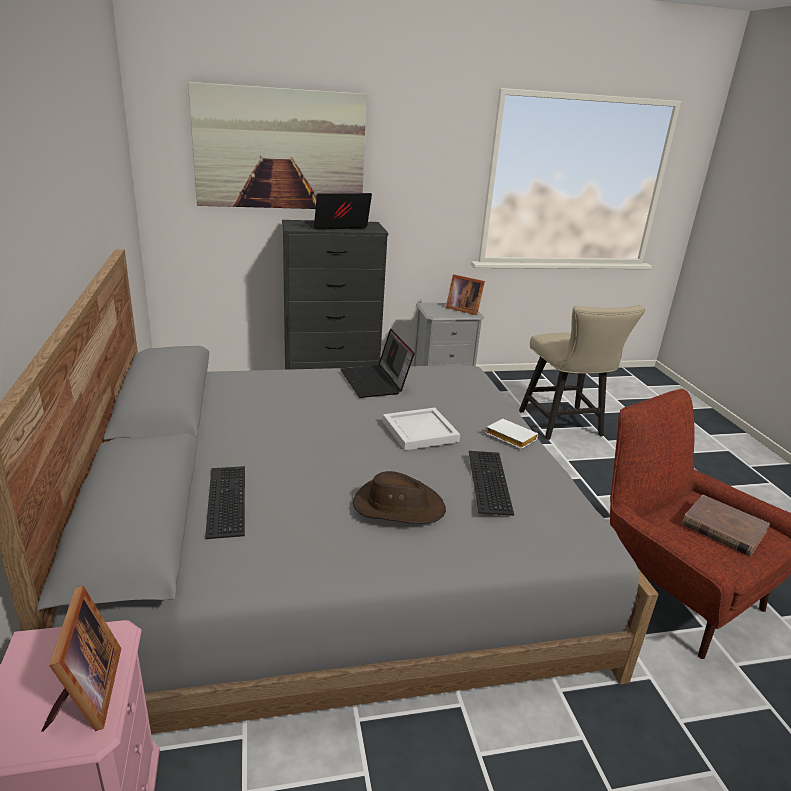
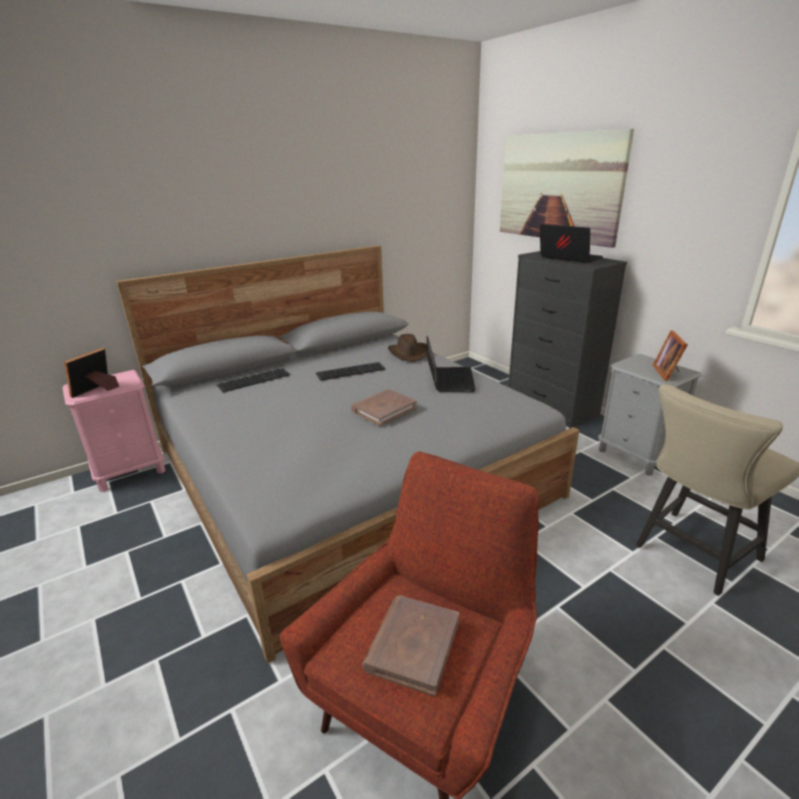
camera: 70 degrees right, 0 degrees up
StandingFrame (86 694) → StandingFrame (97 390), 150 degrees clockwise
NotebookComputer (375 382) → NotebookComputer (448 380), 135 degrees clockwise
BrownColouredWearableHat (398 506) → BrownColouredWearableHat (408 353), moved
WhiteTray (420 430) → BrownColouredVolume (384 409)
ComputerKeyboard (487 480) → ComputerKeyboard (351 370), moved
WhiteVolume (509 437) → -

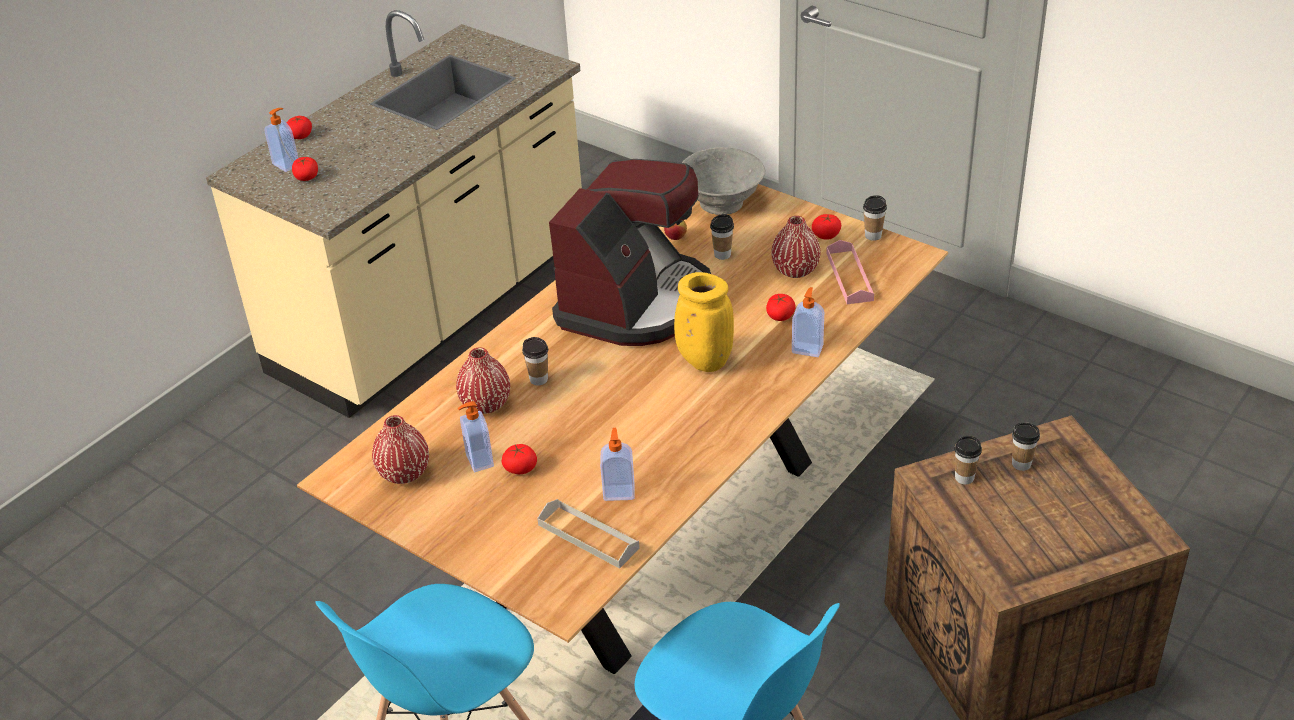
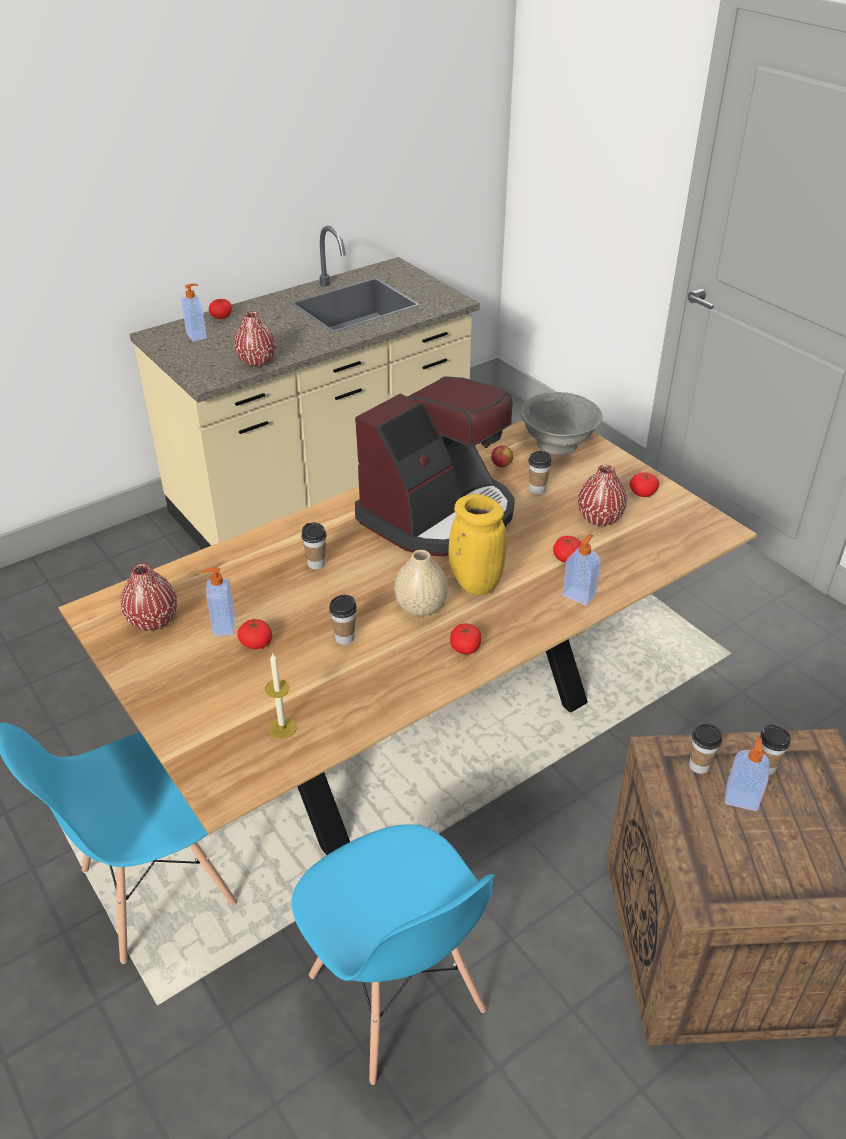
camera: 15 degrees right, 0 degrees up
FreshTomato (306 177) → FreshTomato (465 647), moved
RedVase (486 404) → RedVase (257 361), moved
GreyTray (588 536) → WaxCandle (282 728)
SoapBottle (619 492) → SoapBottle (741 798), moved
PinkTray (849 276) → -
DrinkingCup (873 235) → DrinkingCup (344 638), moved
- → BeigeVase (421 606)

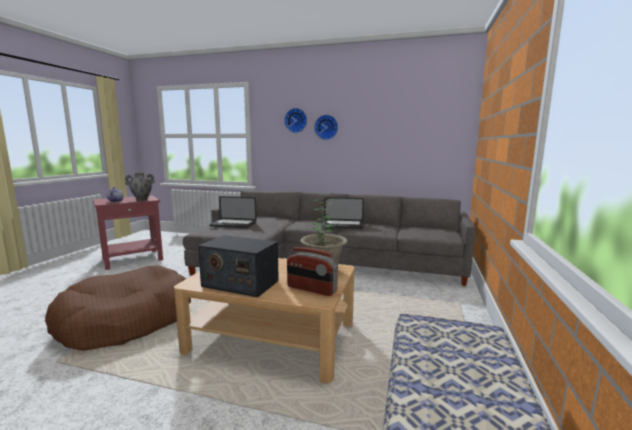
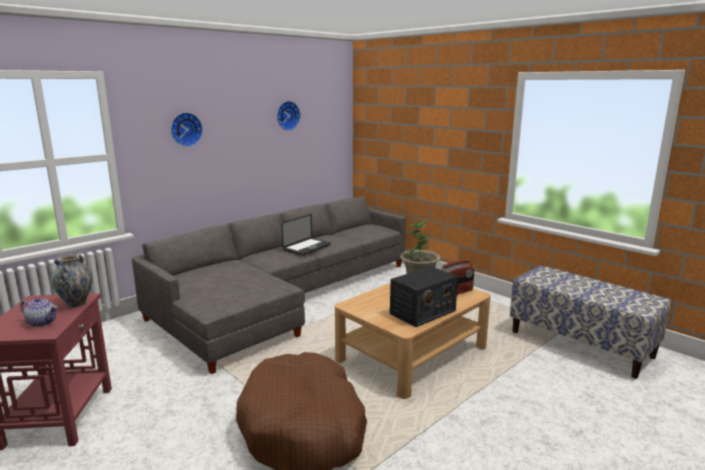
camera: 60 degrees left, 5 degrees up
NotebookComputer (233 224) → -
HangingClock (326 127) → HangingClock (287 115), moved

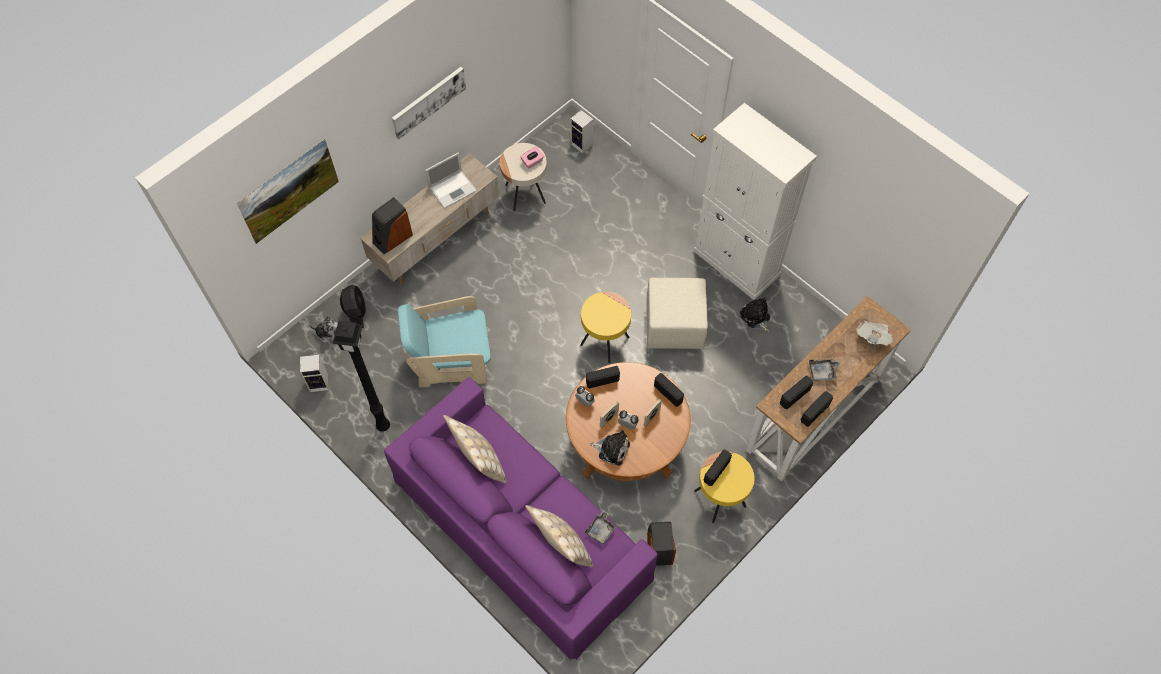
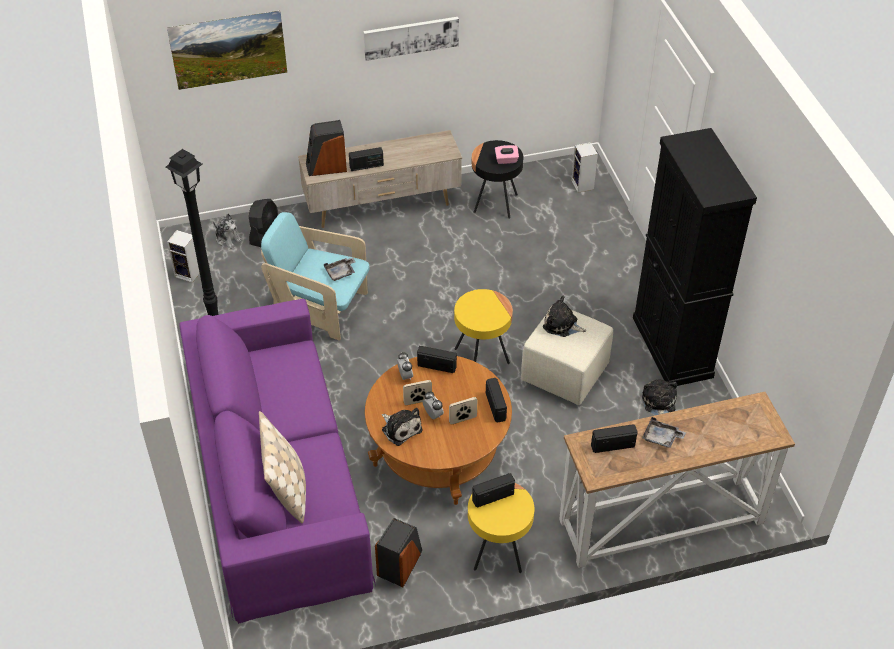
camera: 30 degrees right, 15 degrees down
NotebookComputer (453 188) → -
BeigePillow (479 460) → -
BeigeEndTable (525 194) → BlackEndTable (495 203)
GreyTray (601 530) → GreyTray (341 272), moved
WhiteCupboard (736 263) → BlackCupboard (672 347)
RadioSet (815 413) → RadioSet (366 166), moved
PrintedPaper (873 337) → -
- → CuddlyToy (562 325)

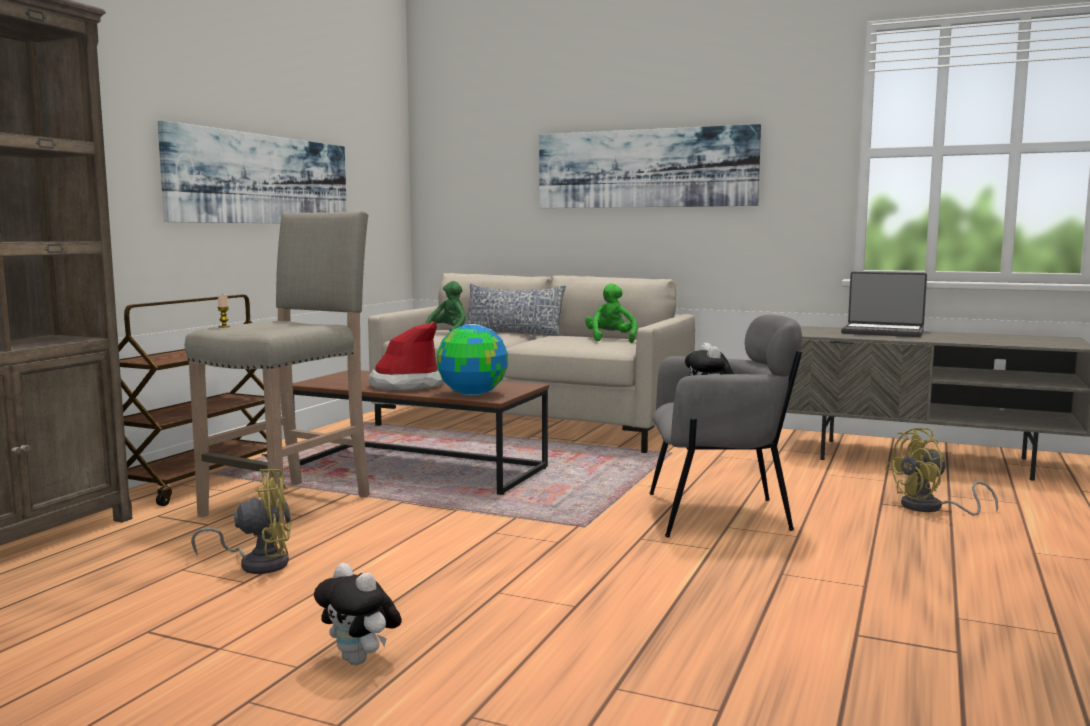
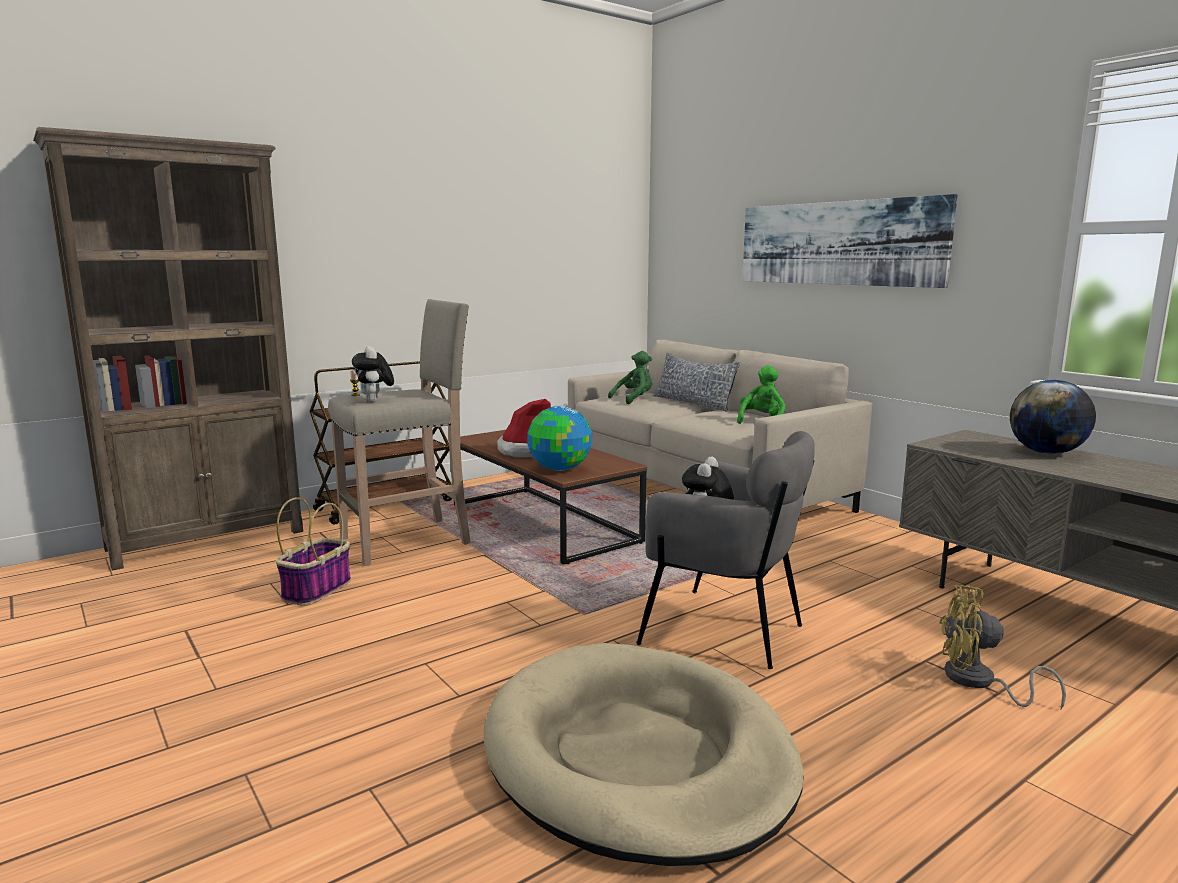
camera: 30 degrees right, 5 degrees up
WallPicture (263 179) → -
YellowElectricFan (258 563) → StorageBasket (317 590)
CuddlyToy (360 660) → CuddlyToy (374 401), moved
NotebookComputer (883 332) → WorldGlobe (1047 453)
- → BeigePetBed (638 756)

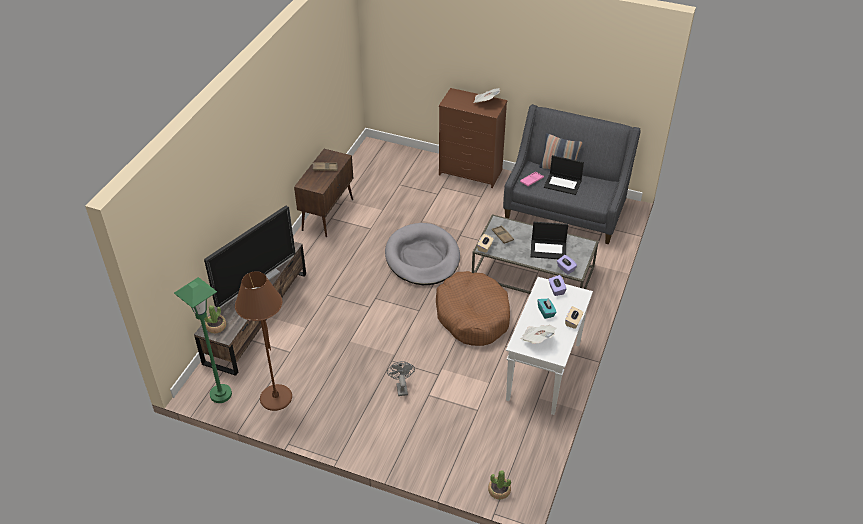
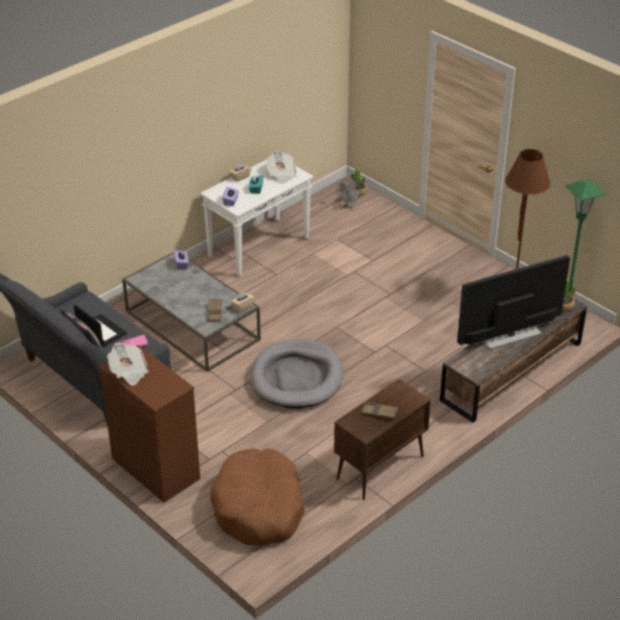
camera: 155 degrees left, 5 degrees down
GreyElectricFan (401 387) → GreyElectricFan (349 205), moved
BrownColouredPetBed (472 316) → BrownColouredPetBed (259 508), moved
NotebookComputer (548 249) → -

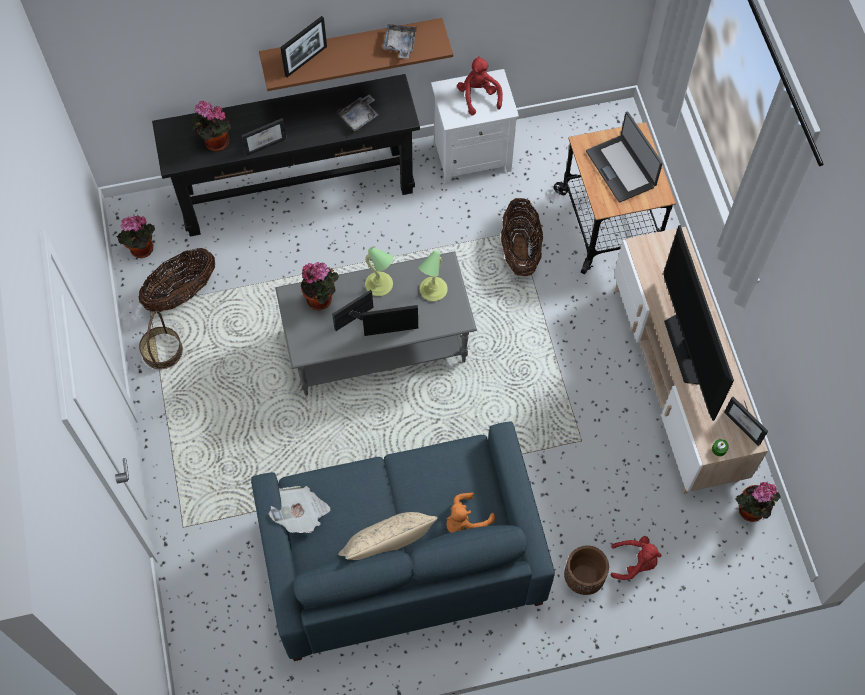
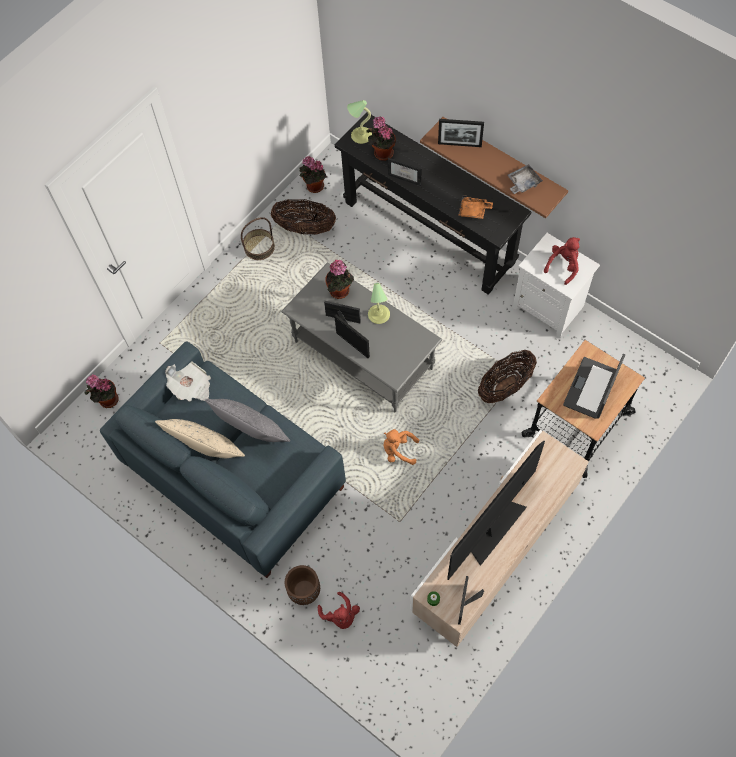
camera: 55 degrees right, 0 degrees up
GreyTray (359 117) → OrangeColouredTray (473 211)
TabletopLamp (432 290) → TabletopLamp (360 135), moved
OrangeColouredCuddlyToy (465 524) → OrangeColouredCuddlyToy (398 451), moved
PottedPlant (750 512) → PottedPlant (107 400), moved
- → GreyPillow (253 434)

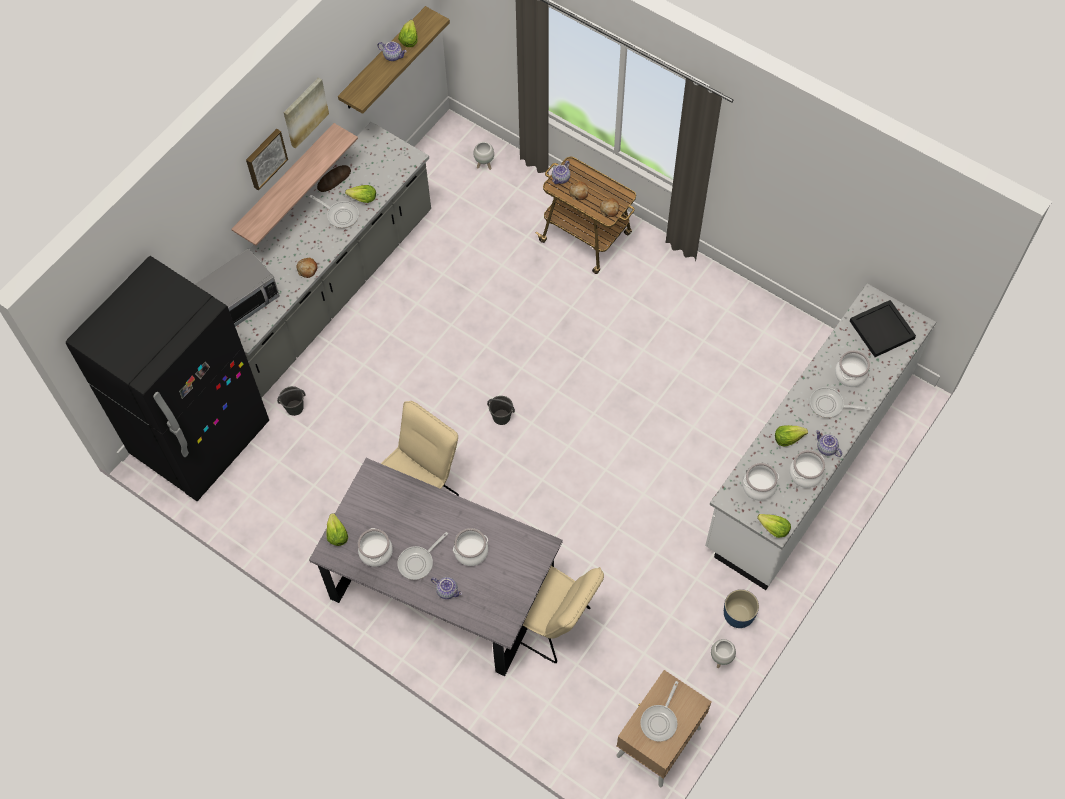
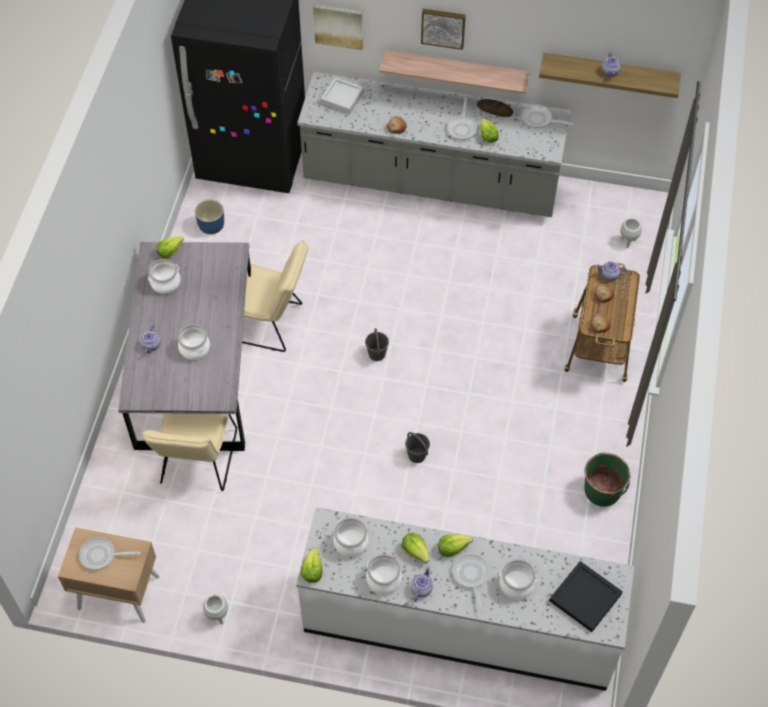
camera: 65 degrees right, 5 degrees down
KitchenMicrowave (240 301) → GreyTray (342 98)
GreyPail (295 407) → GreyPail (417 455), moved
WallPicture (304 112) → WallPicture (338 25), moved
FryingPan (418 562) → FryingPan (539 119), moved
LettuceHead (409 39) → LettuceHead (452 547), moved
BluishFlowerPot (738 614) → BluishFlowerPot (212 226), moved
- → GreenColouredPail (603 490)

